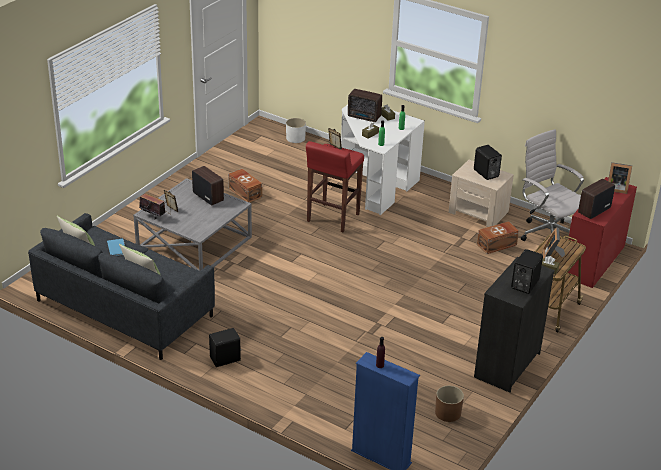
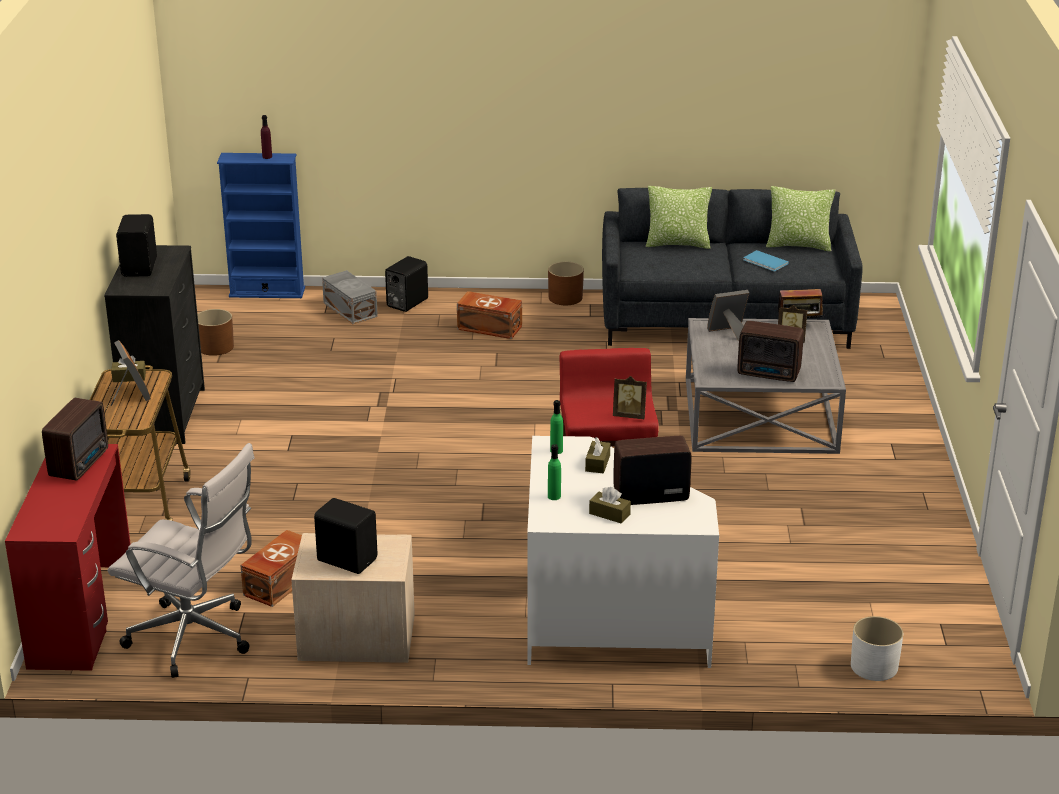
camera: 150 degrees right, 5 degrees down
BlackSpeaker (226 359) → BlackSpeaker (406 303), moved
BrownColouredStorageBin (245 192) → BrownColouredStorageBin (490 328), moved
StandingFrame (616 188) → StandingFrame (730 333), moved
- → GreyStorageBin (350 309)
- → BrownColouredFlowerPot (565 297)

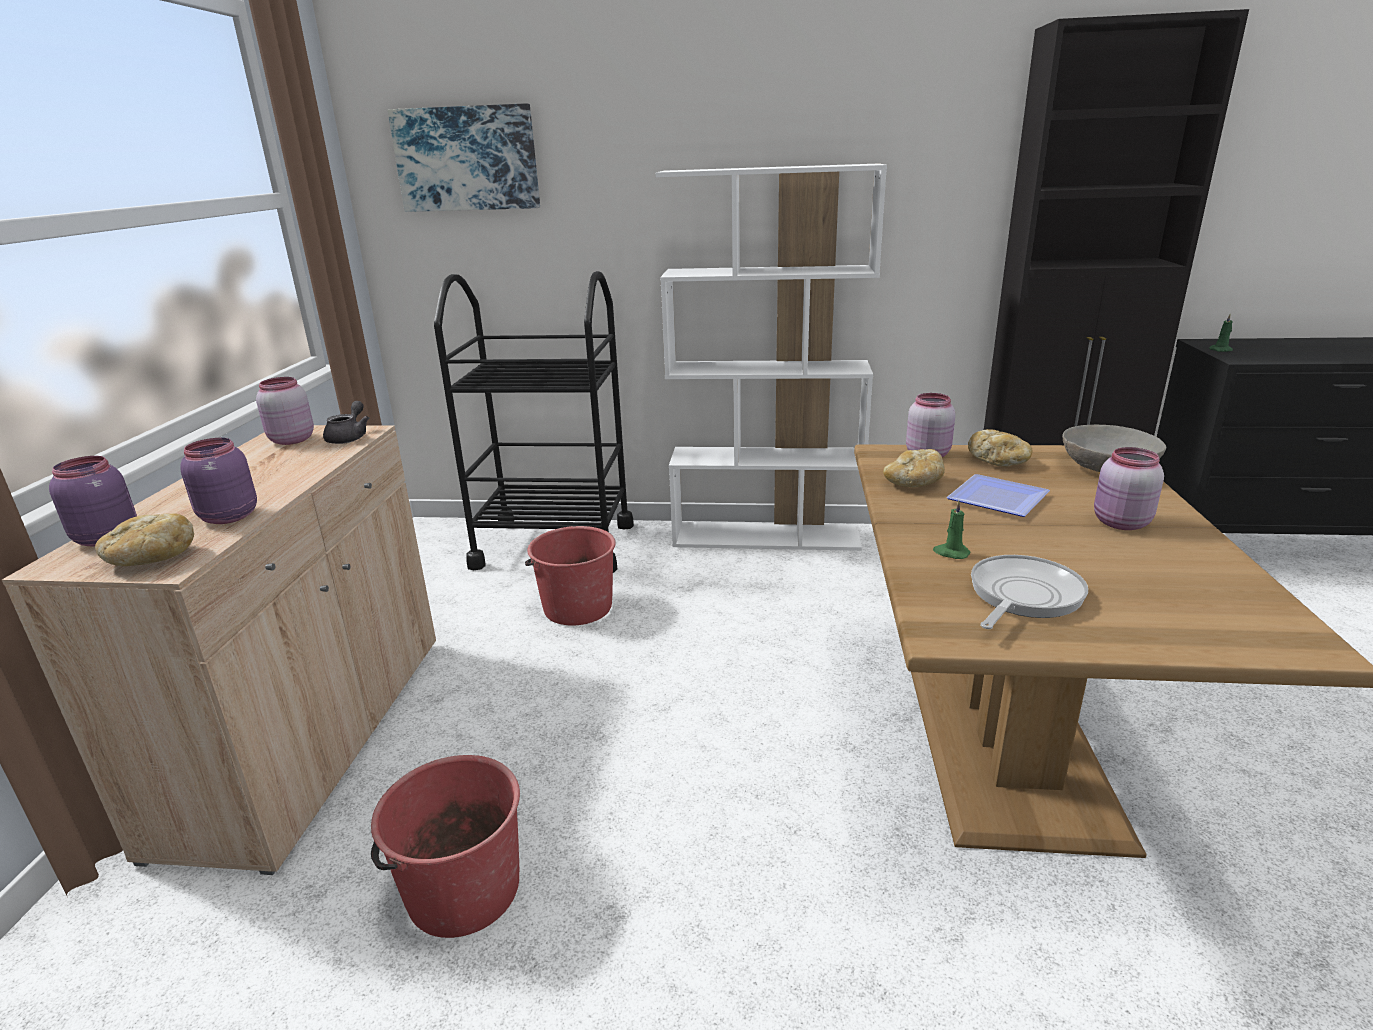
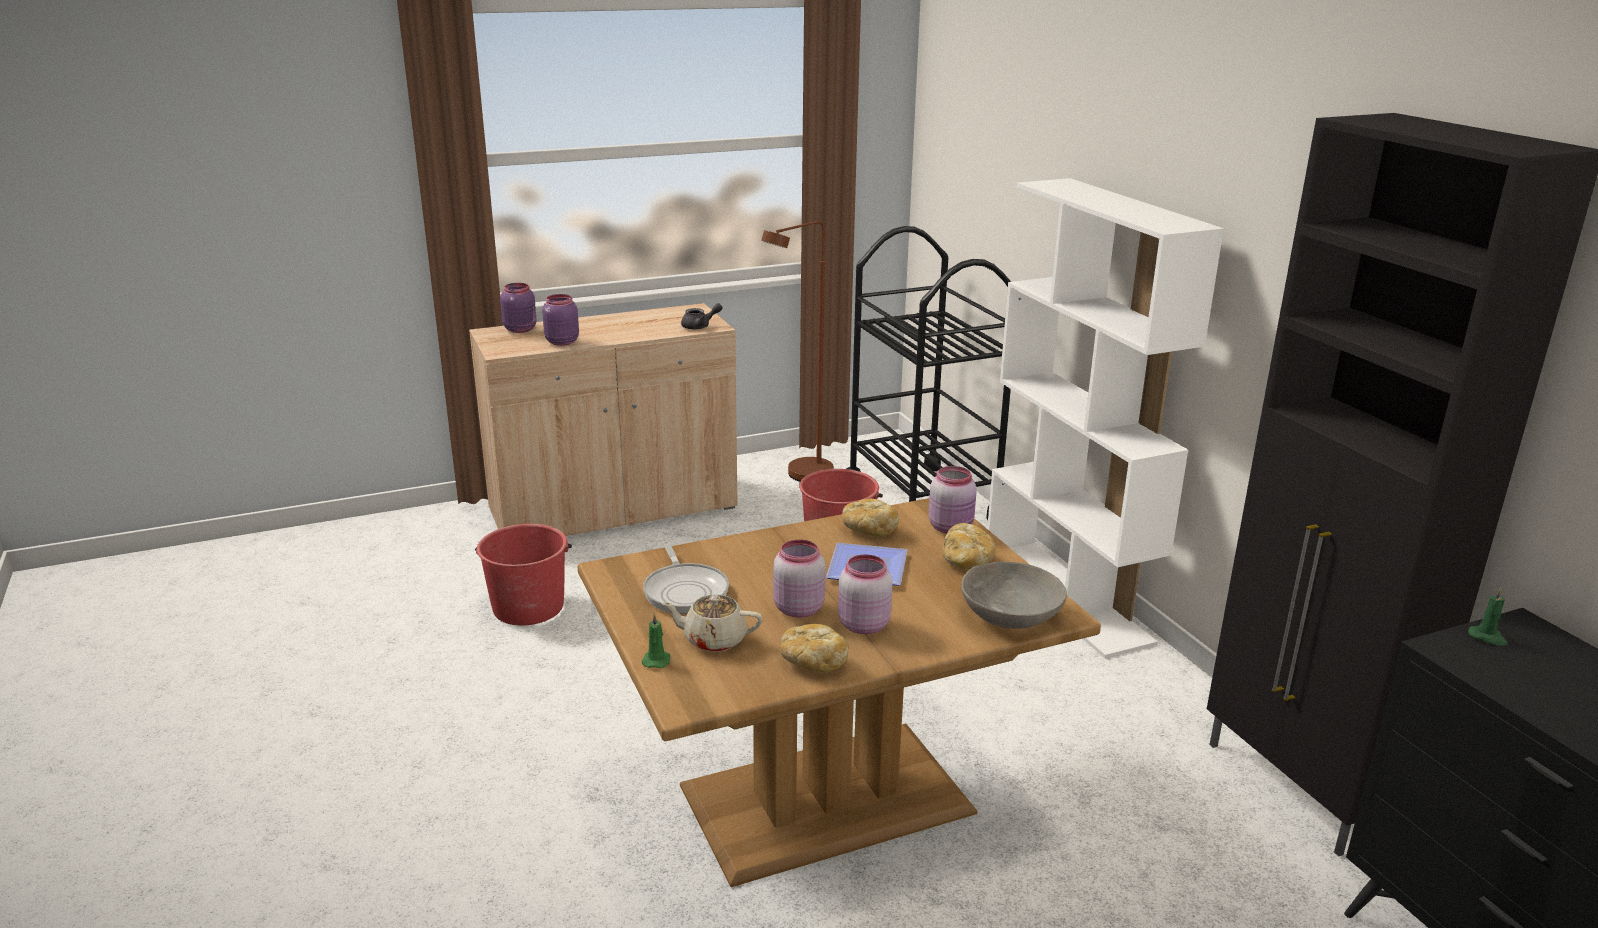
camera: 60 degrees right, 0 degrees up
Bread (150 559) → Bread (812 662), moved
PinkPreserveJar (290 440) → PinkPreserveJar (797 608), moved
WallPicture (467 159) → -
GreenColouredWaxCandle (950 553) → GreenColouredWaxCandle (656 660), moved
FryingPan (1022 596) → FryingPan (685 591), 60 degrees clockwise
- → BeigePotForTea (713 639)
- → BrownColouredStandingLamp (801 477)

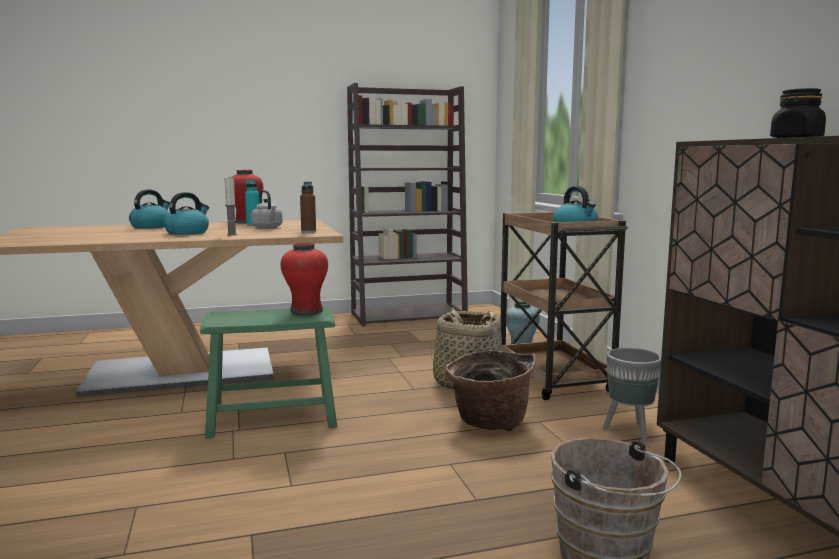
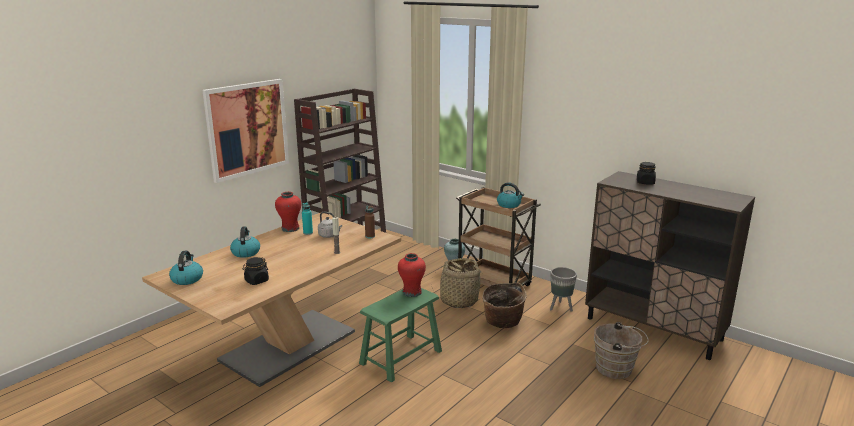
camera: 35 degrees left, 10 degrees up
Kettle (187 232) → Kettle (187 279), moved
- → WallPicture (247 129)
- → BlackPreserveJar (256 281)

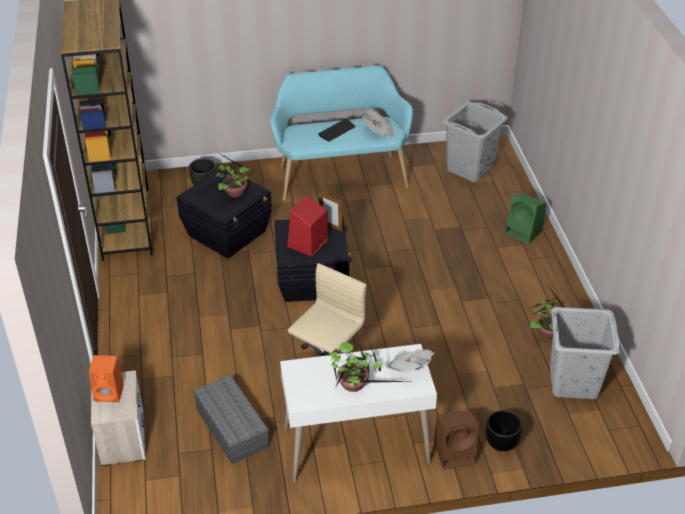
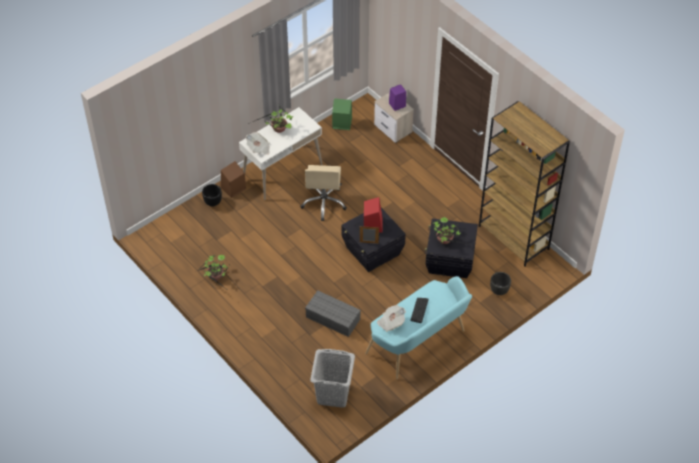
camera: 150 degrees right, 10 degrees up
OrangeColouredSpeaker (110 393) → PurplishSpeaker (397 105)
GreyStorageBin (230 427) → GreyStorageBin (334 318), moved
GreenColouredSpeaker (524 232) → GreenColouredSpeaker (341 123), moved
GreyHamper (574 382) → -

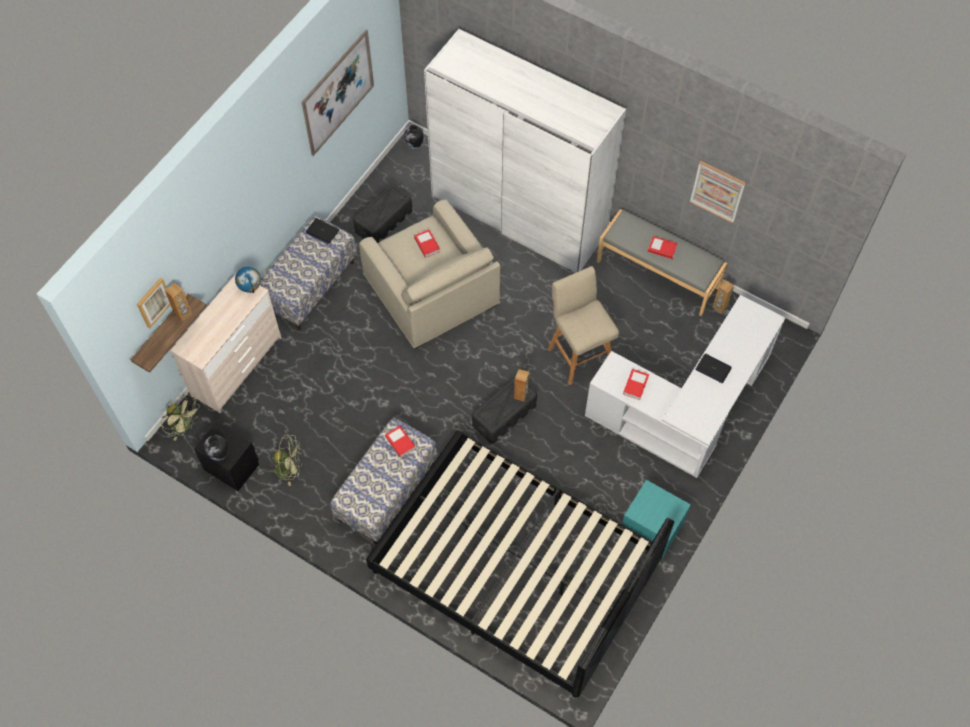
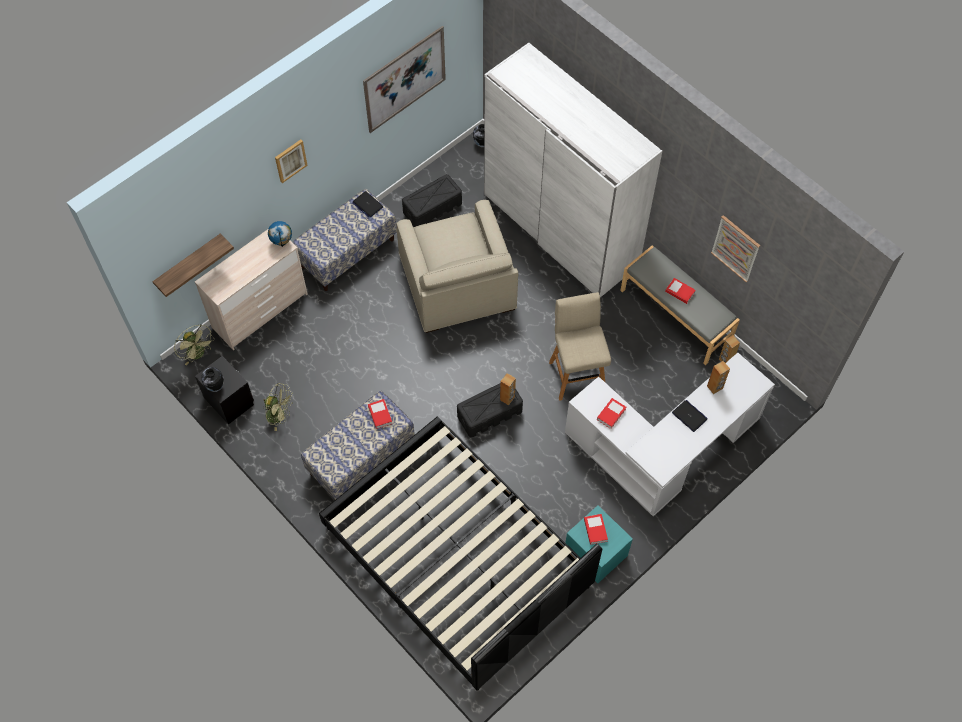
camera: 15 degrees right, 0 degrees up
WallPicture (153 302) → WallPicture (290 160), moved
BrownColouredSpeaker (183 313) → BrownColouredSpeaker (715 387), moved
Volume (427 245) → Volume (595 530), moved

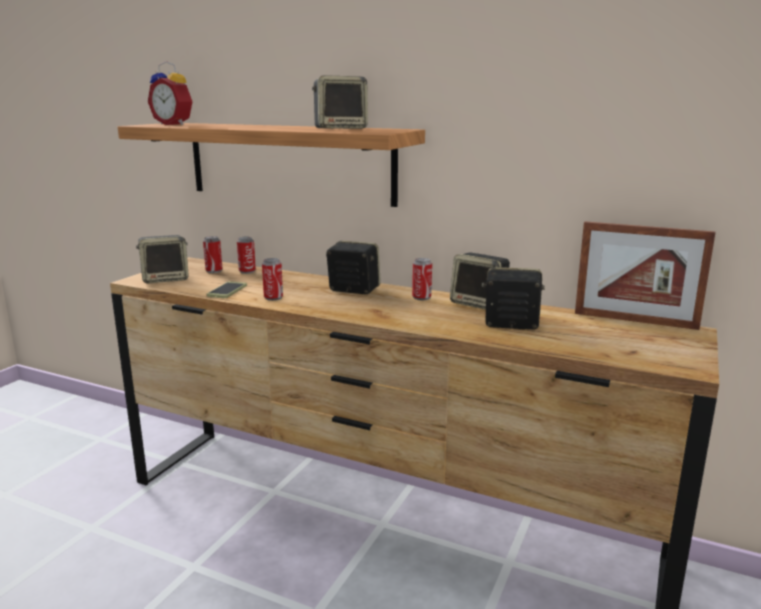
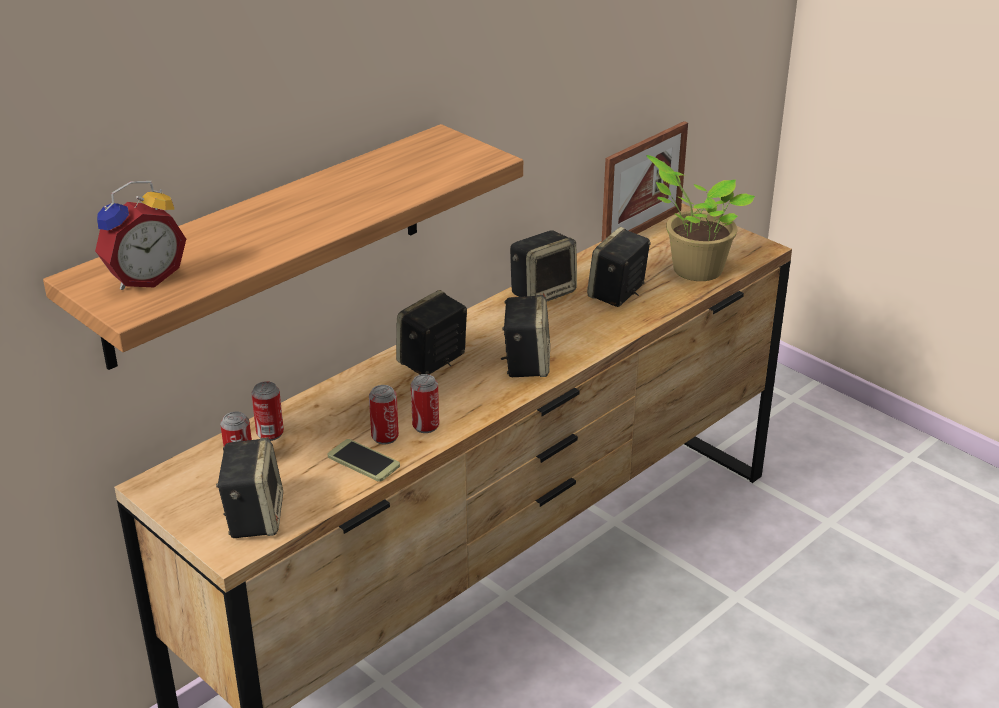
camera: 70 degrees left, 15 degrees up
Speaker (341 129) → Speaker (525 362), moved
MetalCan (421 297) → MetalCan (385 437), moved
- → PottedPlant (693 269)

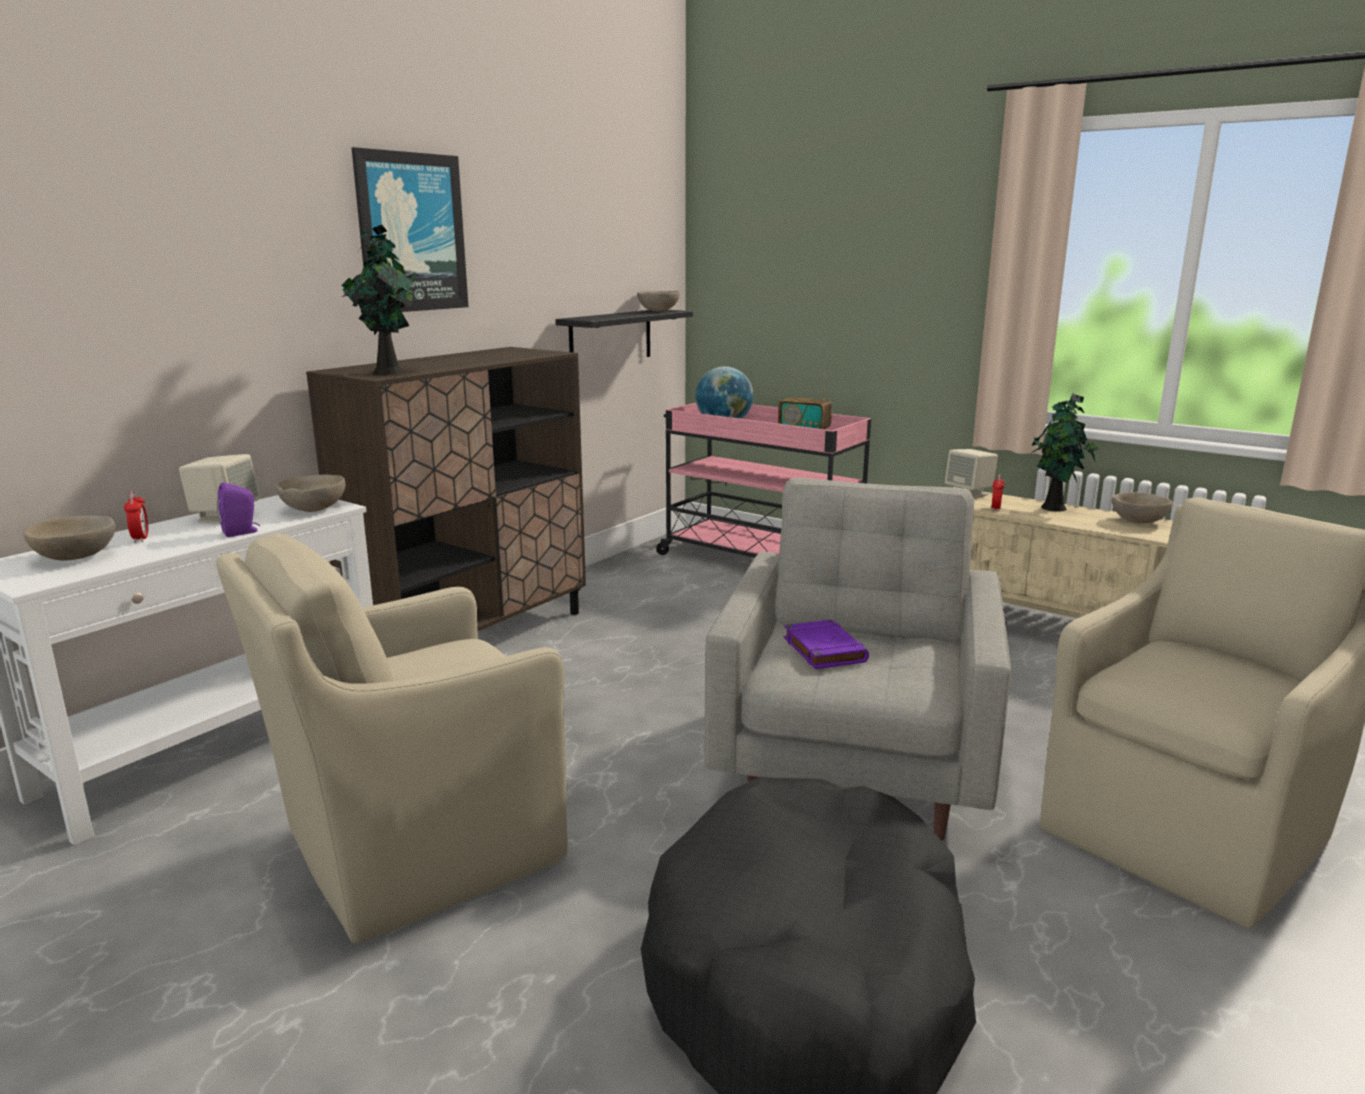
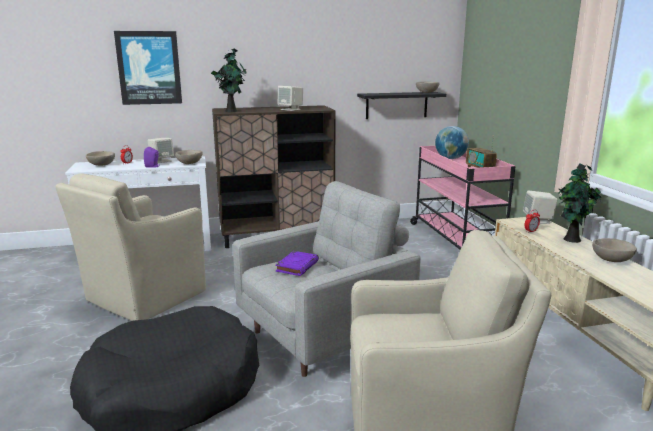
camera: 40 degrees right, 0 degrees up
BeigeLoungeChair (415 849) → BeigeLoungeChair (143 297), 60 degrees counterclockwise
WallPicture (411 233) → WallPicture (149 68), moved
- → BeigeSpeaker (291 109)

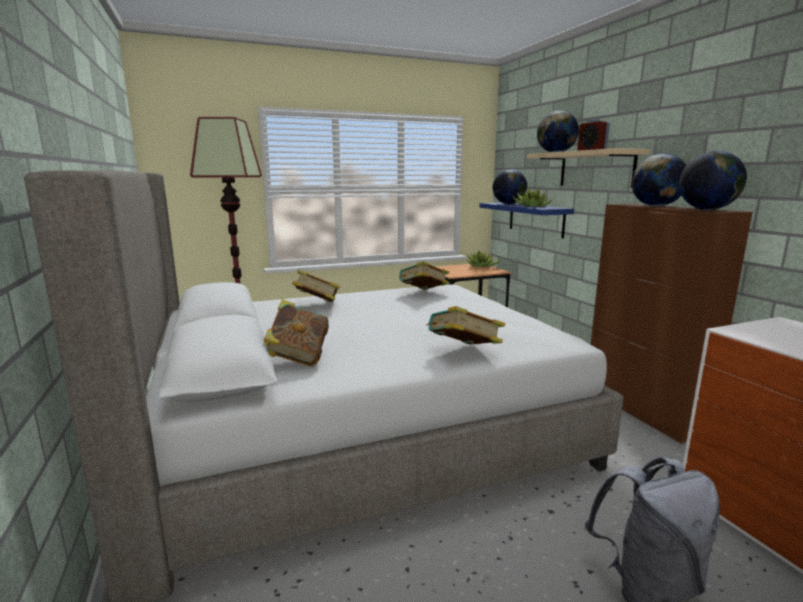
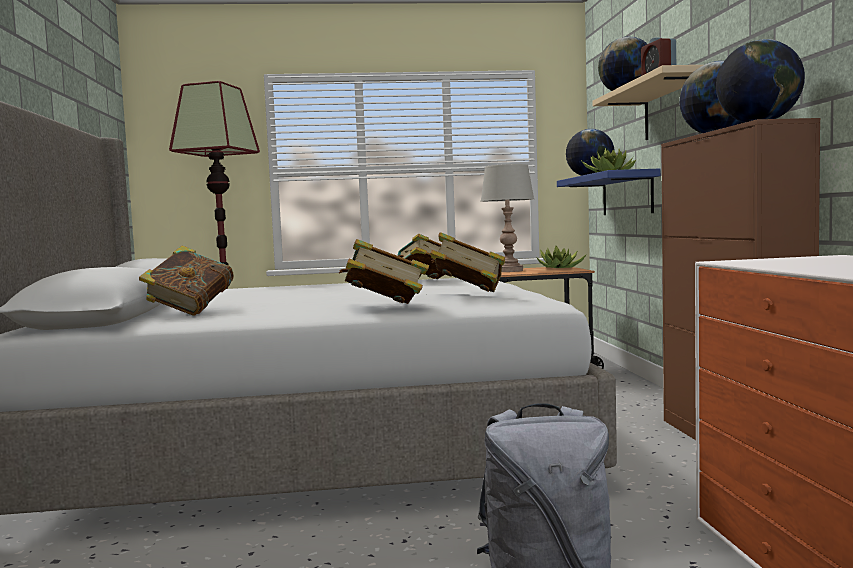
camera: 15 degrees right, 10 degrees down
Volume (316 305) → Volume (468 294), moved
- → GreyTabletopLamp (509 271)

